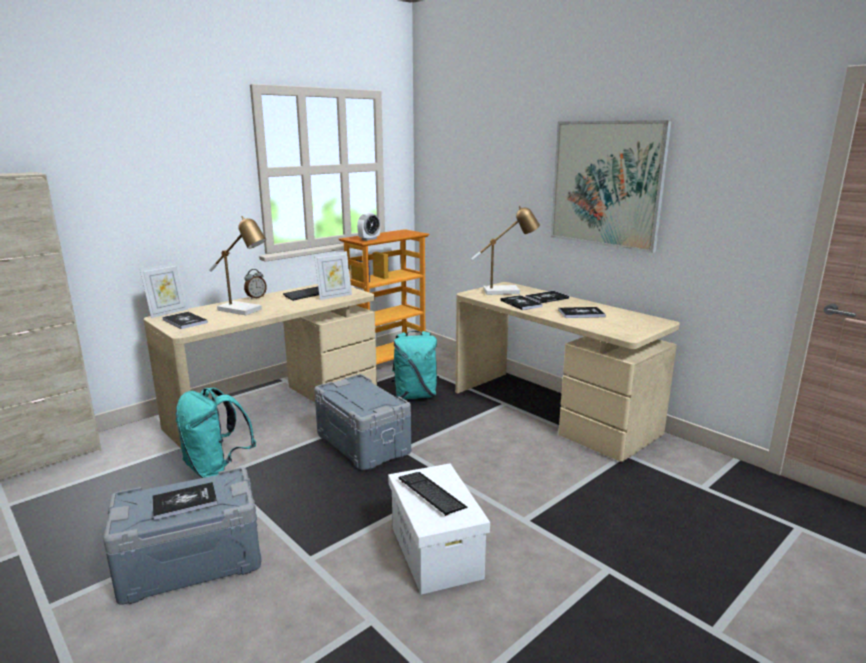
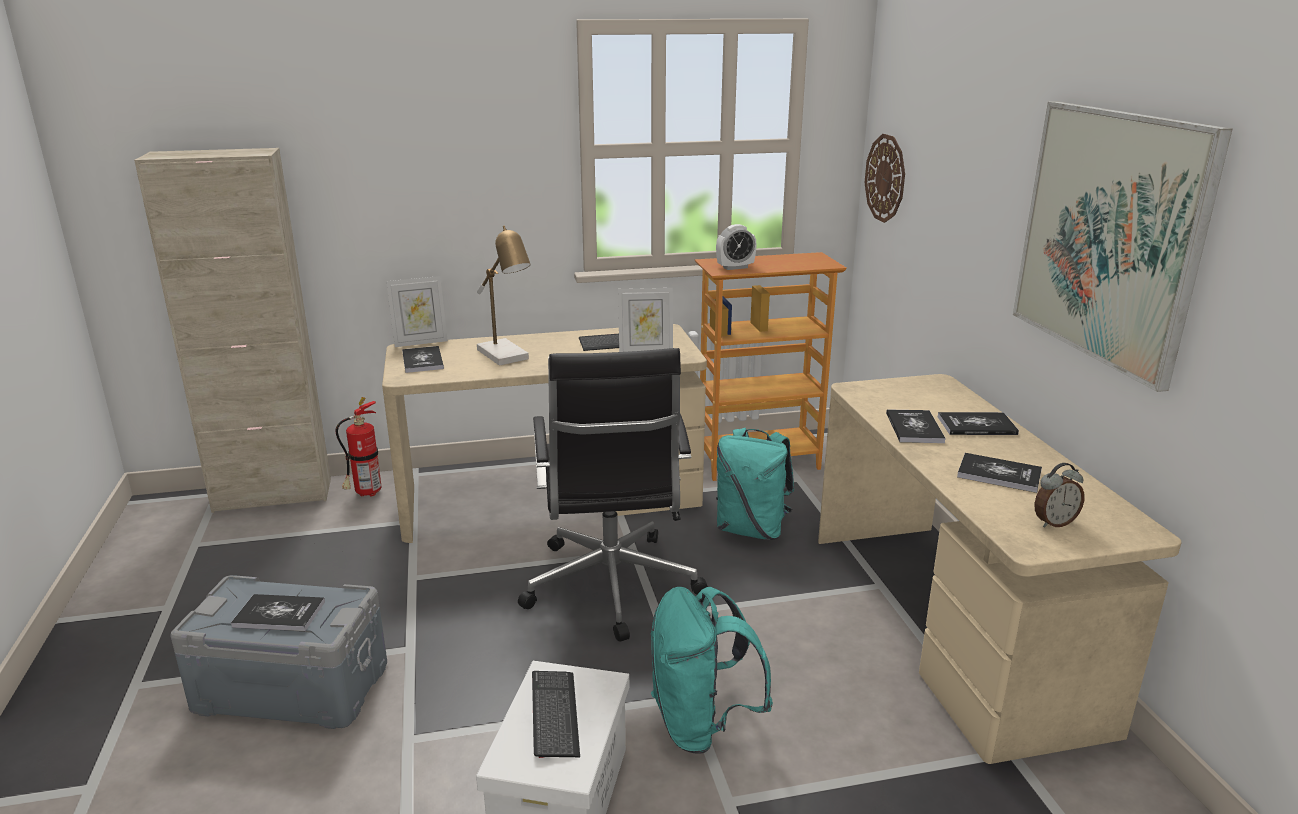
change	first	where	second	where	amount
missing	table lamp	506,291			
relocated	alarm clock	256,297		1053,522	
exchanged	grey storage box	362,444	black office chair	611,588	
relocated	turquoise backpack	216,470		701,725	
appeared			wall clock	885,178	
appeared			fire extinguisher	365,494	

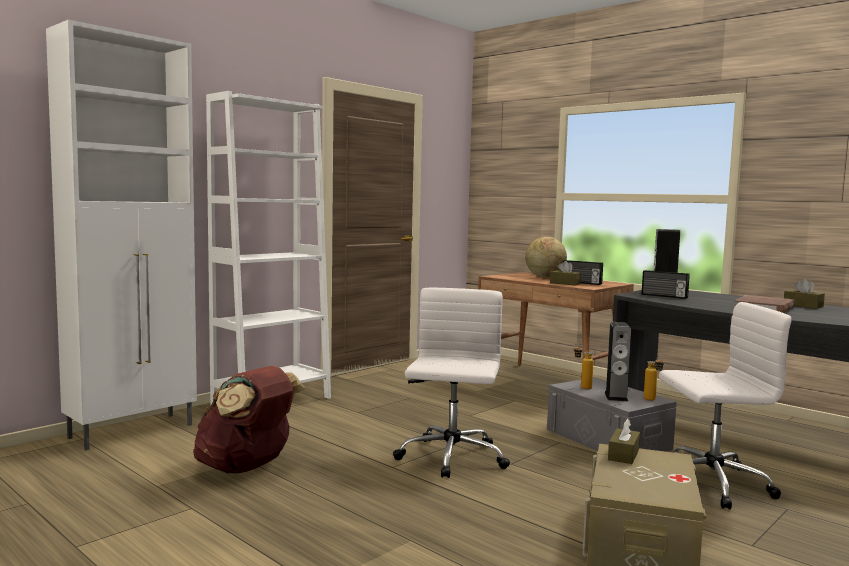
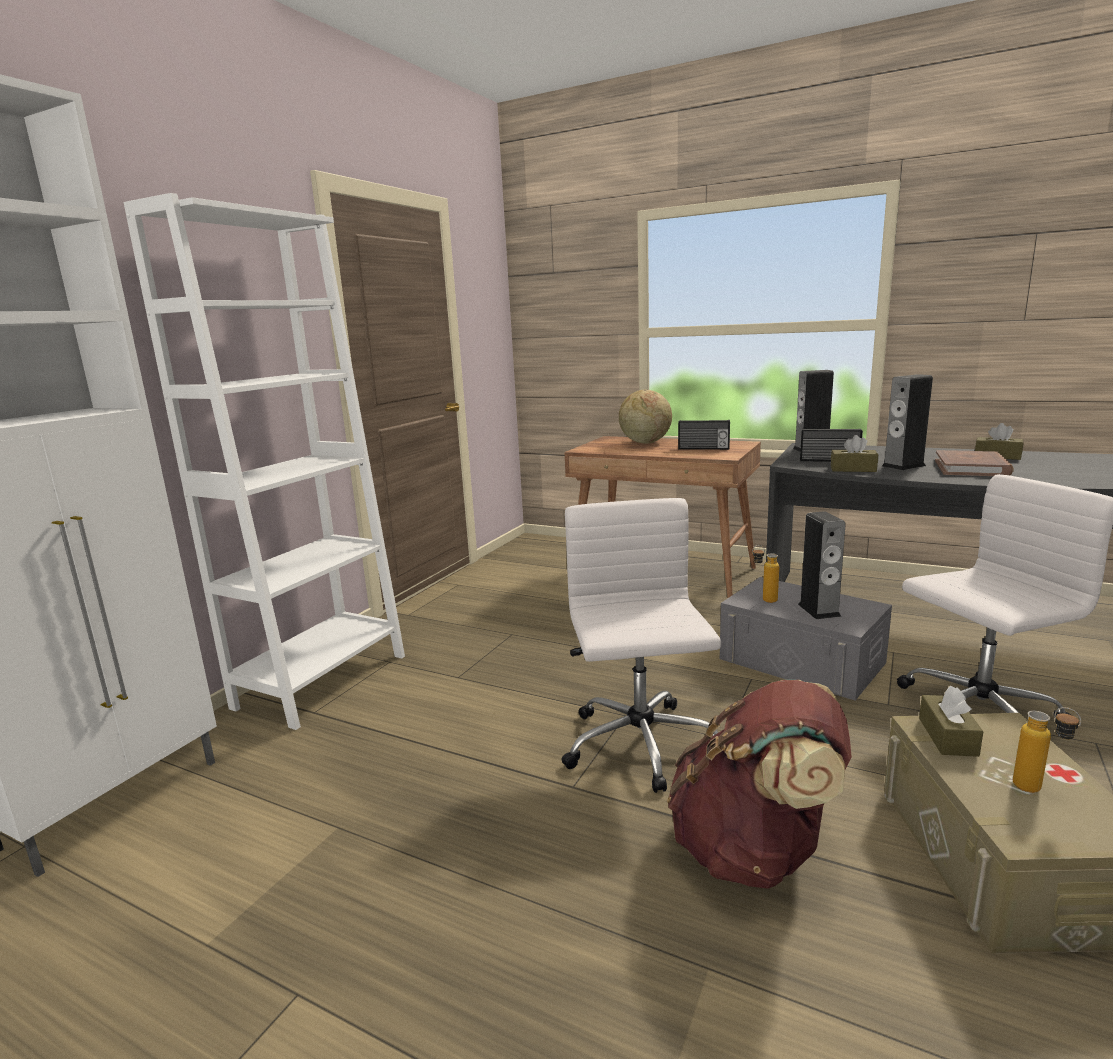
change	first	where	second	where	amount
relocated	brown tissue box	565,283		853,469	
relocated	bottle	652,400		1038,791	
relocated	brown backpack	247,467		755,850	
appeared			speaker	903,466	

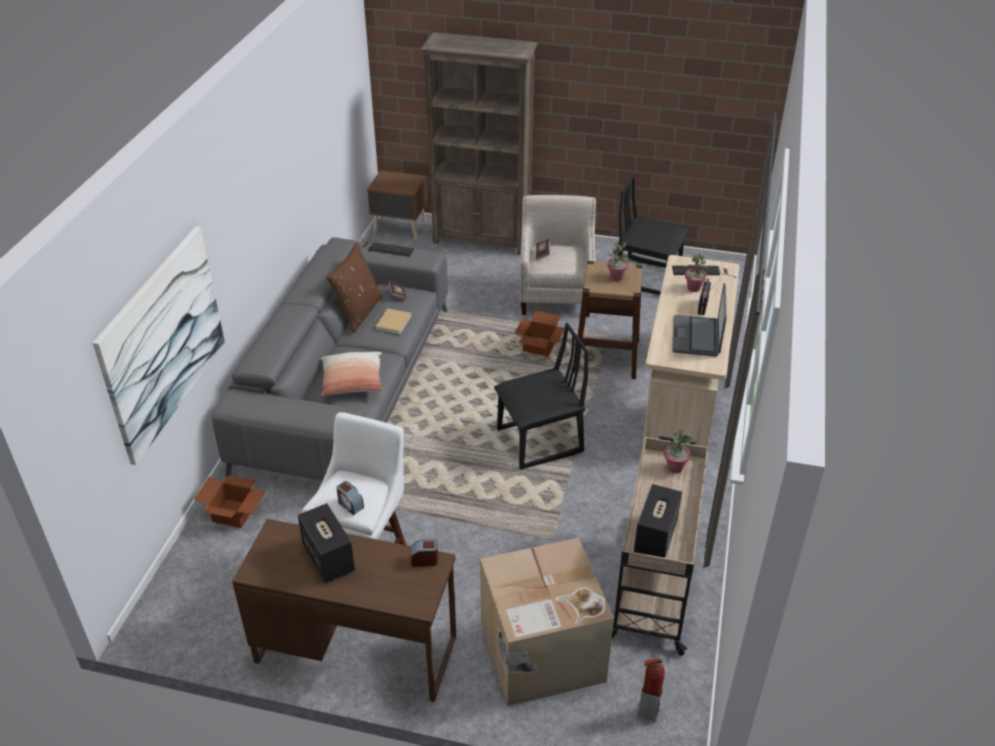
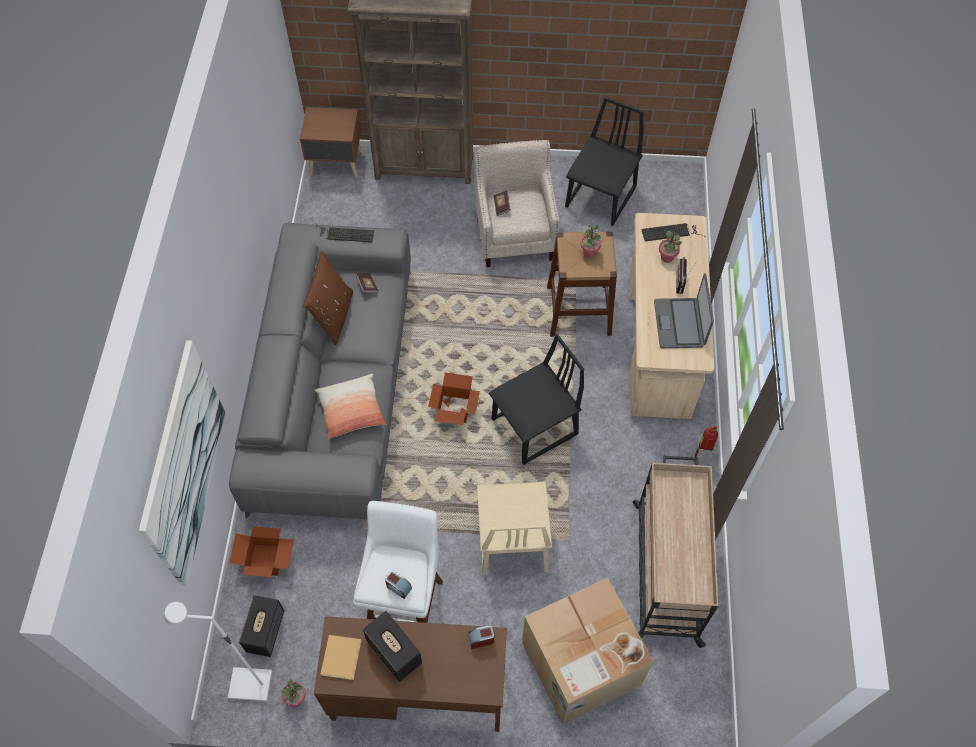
change	first	where	second	where	amount
spun	black chair	647,277		601,197	105 degrees clockwise
relocated	beige book	394,322		341,656	
relocated	cardboard box	538,347		453,410	
relocated	potted plant	675,467		296,697	
relocated	speaker	655,536		265,631	
relocated	fire extinguisher	648,711		700,457	
appeared			beige chair	511,541	
appeared			white floor lamp	250,686	

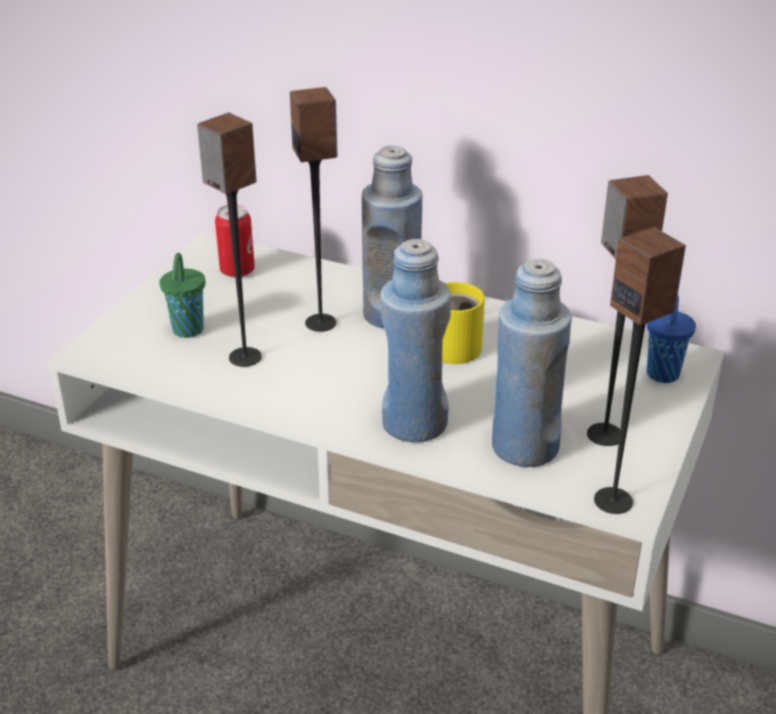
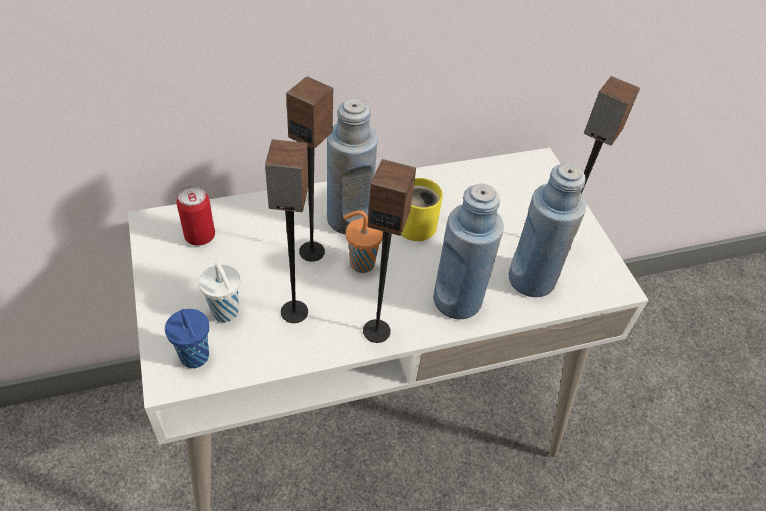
change	first	where	second	where	amount
relocated	speaker	614,500		377,330	
colour	green cup	187,331	white cup	226,313	
relocated	blue cup	662,375		195,358	
appeared			orange cup	360,263	

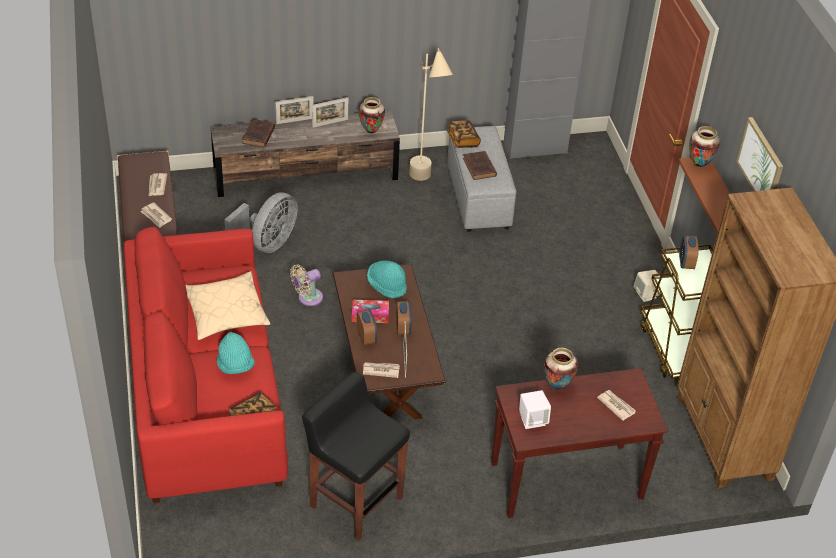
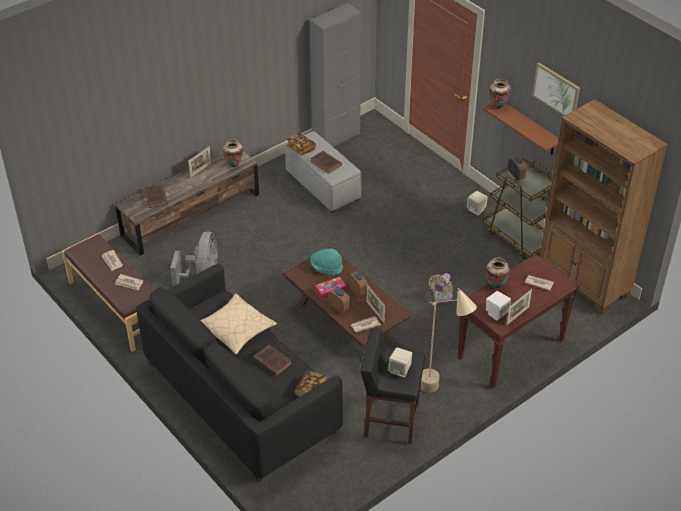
change	first	where	second	where	amount
relocated	beige floor lamp	425,185		441,394	
relocated	picture frame	295,121		517,316	
colour	red sofa	206,398	black sofa	240,397	
relocated	beige fan	308,298		442,297	
exchanged	turquoise hat	235,365	brown book	271,361	
appeared			beige speaker	400,370	

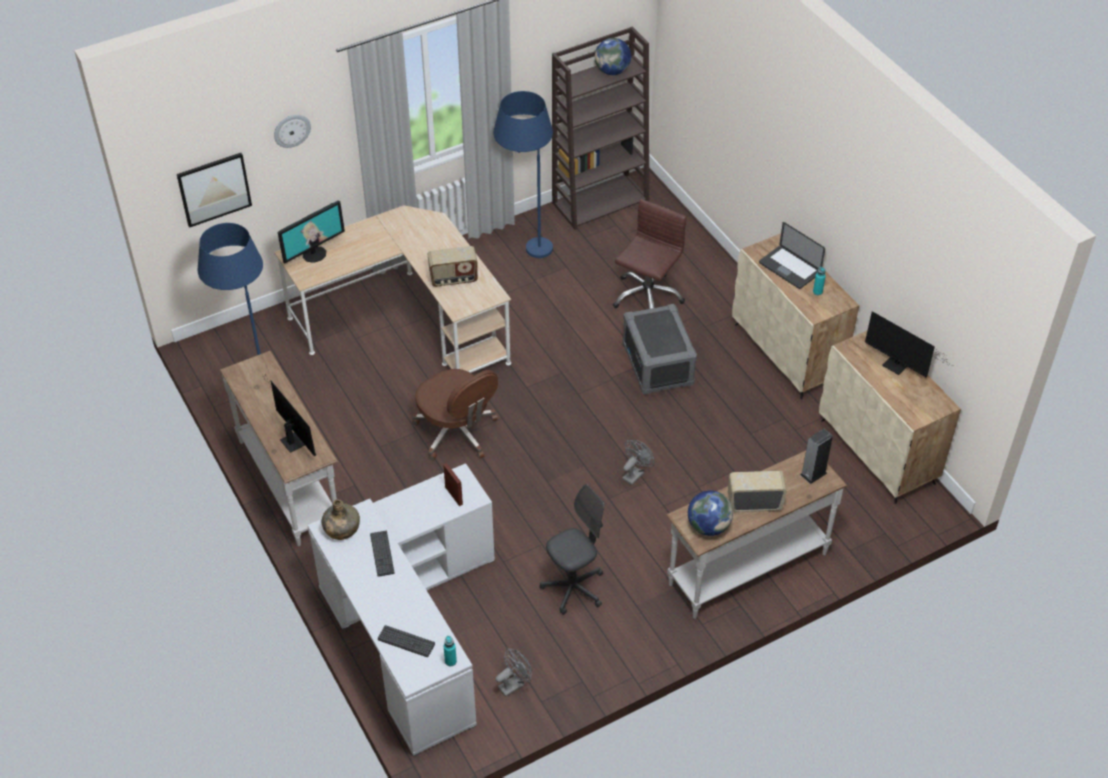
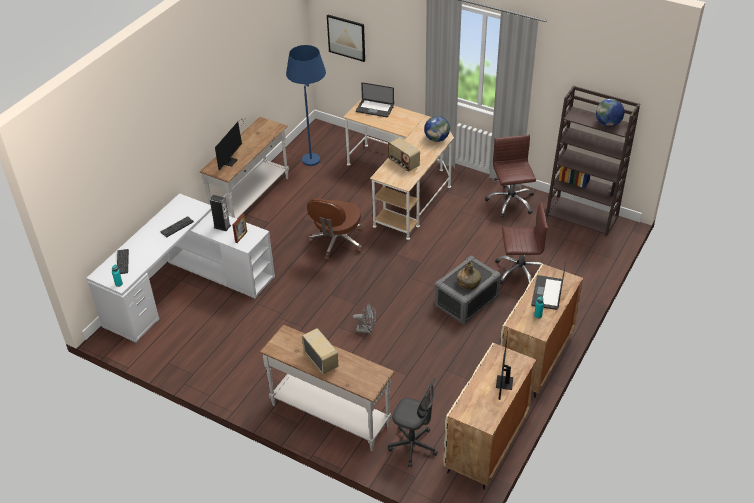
change	first	where	second	where	amount
exchanged	blue floor lamp	525,244	brown office chair	510,202	
missing	wall clock	291,130			
exchanged	monitor	314,254	laptop	374,109	
relocated	speaker	813,474		222,226	
relocated	grey office chair	573,588		413,446	
relocated	globe	708,526		436,139	
relocated	green bottle	341,529		468,283	
missing	grey fan	514,684			

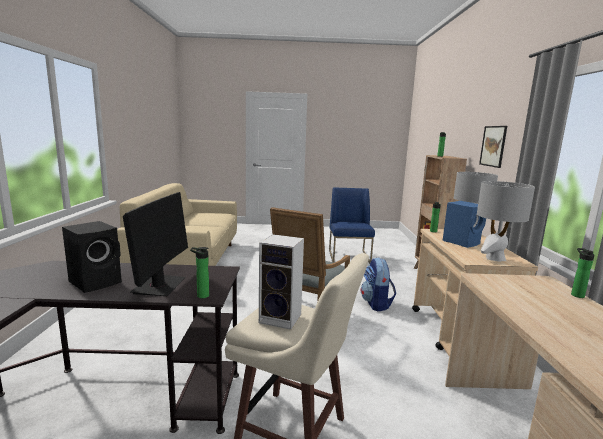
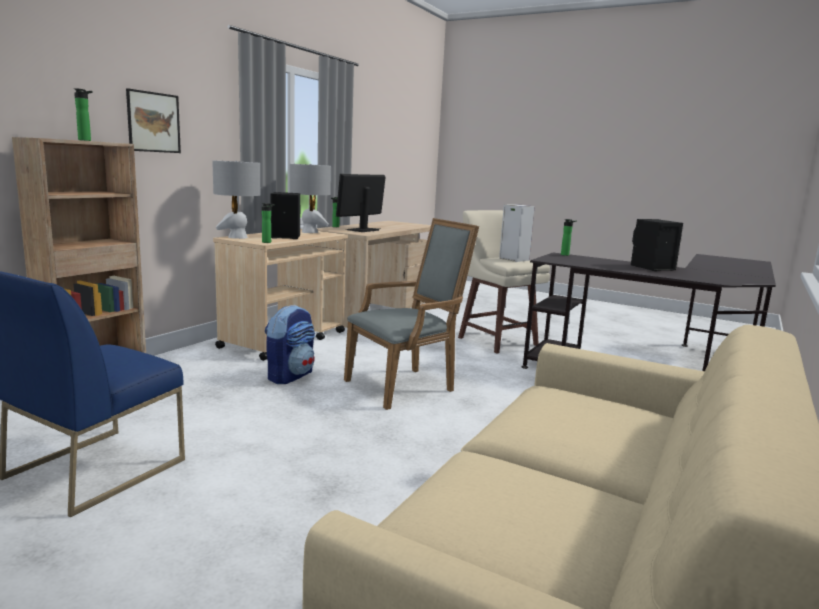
change	first	where	second	where	amount
relocated	monitor	159,286		362,230	
colour	blue speaker	462,242	black speaker	284,236	

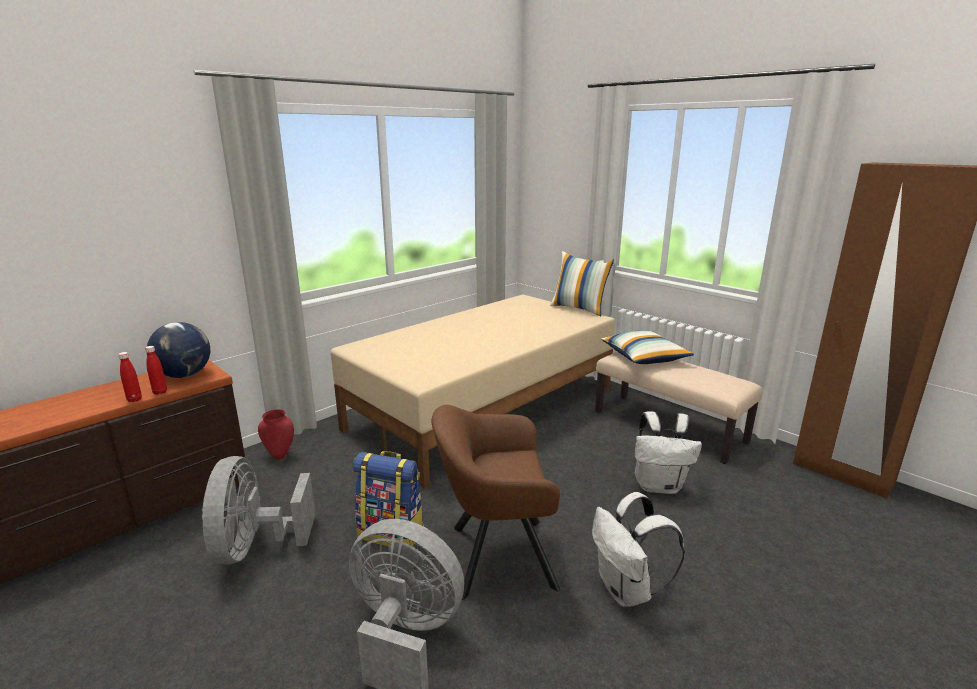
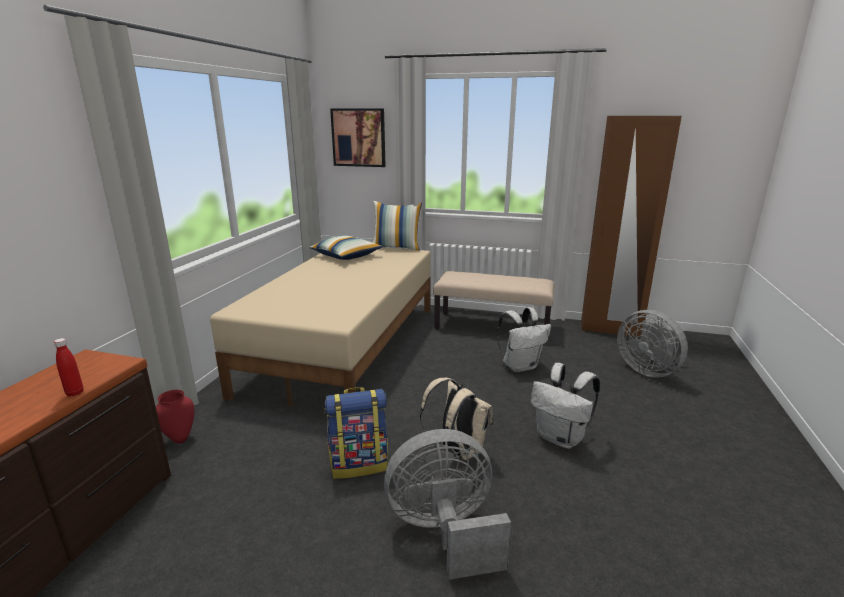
change	first	where	second	where	amount
missing	globe	185,375			
relocated	pillow	644,358		346,256	
missing	red bottle	134,399			
exchanged	brown armchair	495,556	beige backpack	457,450	
relocated	grey fan	255,546		647,370	
appeared			picture	358,137	

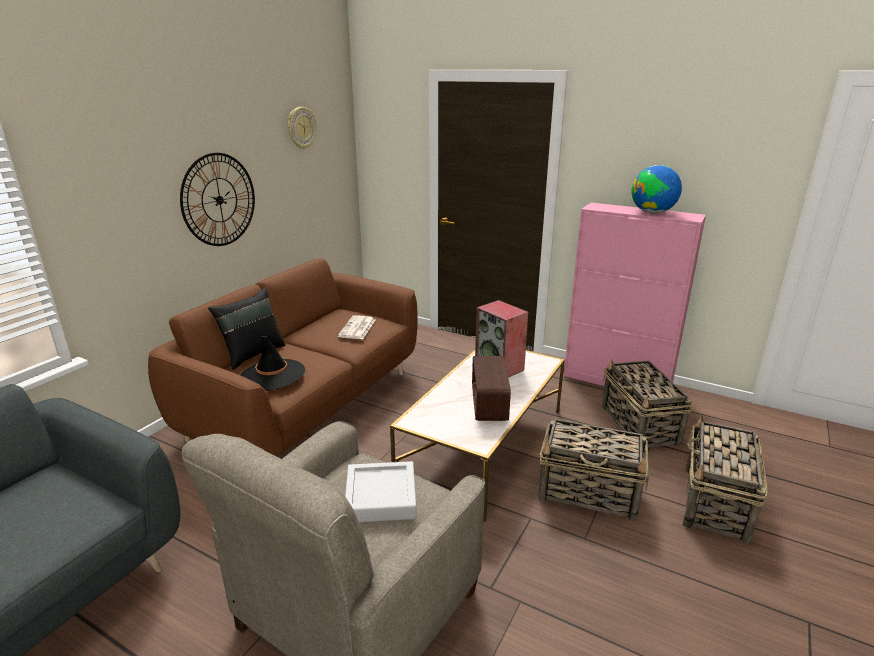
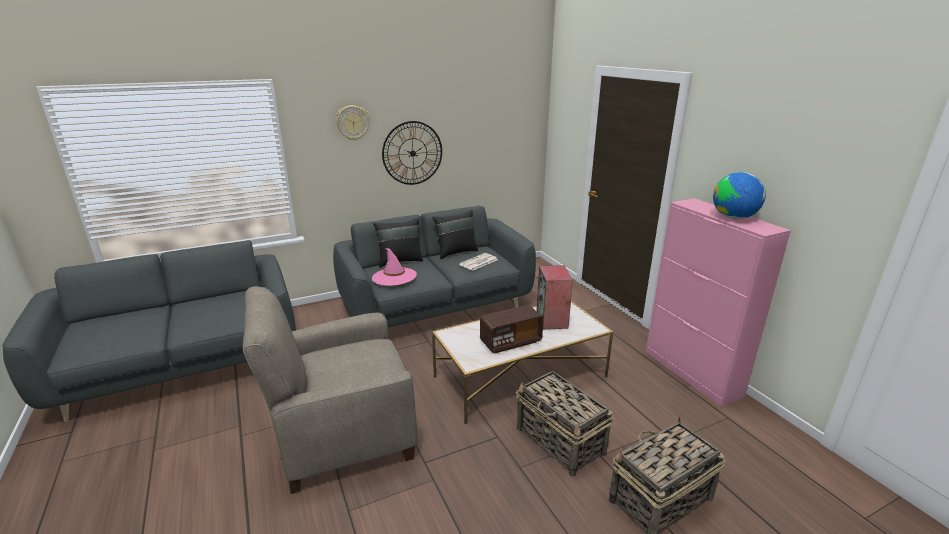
change	first	where	second	where	amount
relocated	wall clock	301,128		352,122	
colour	brown sofa	306,405	grey sofa	435,308	
colour	black hat	272,375	pink hat	394,277	
spun	radio	489,404		510,342	150 degrees counterclockwise
missing	basket	639,426			
missing	grey tray	381,497			
appeared			black pillow	456,252	

